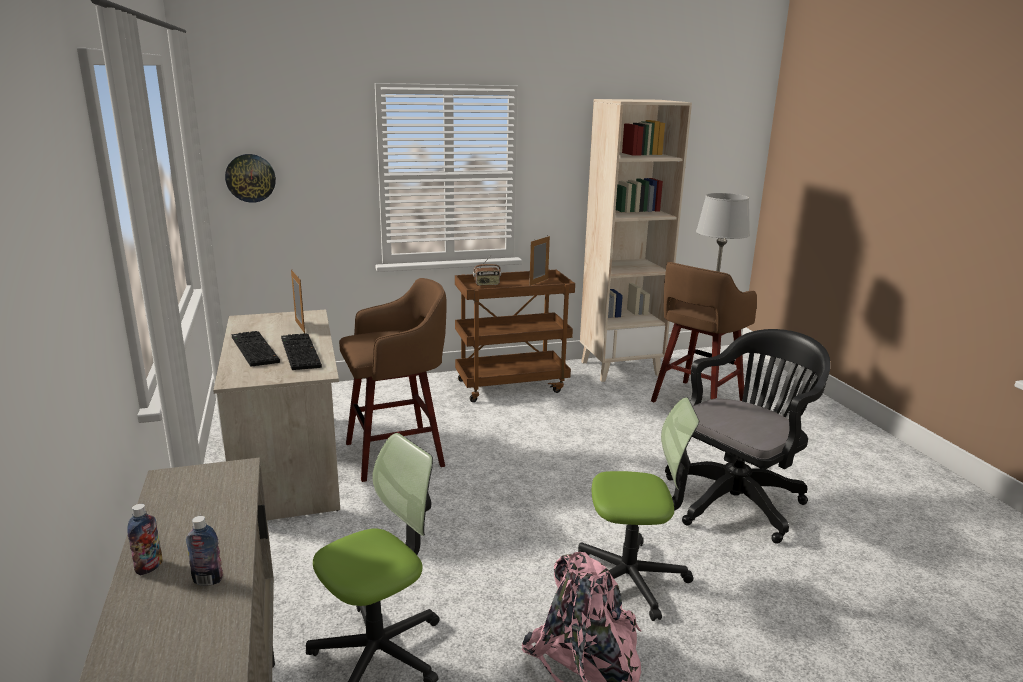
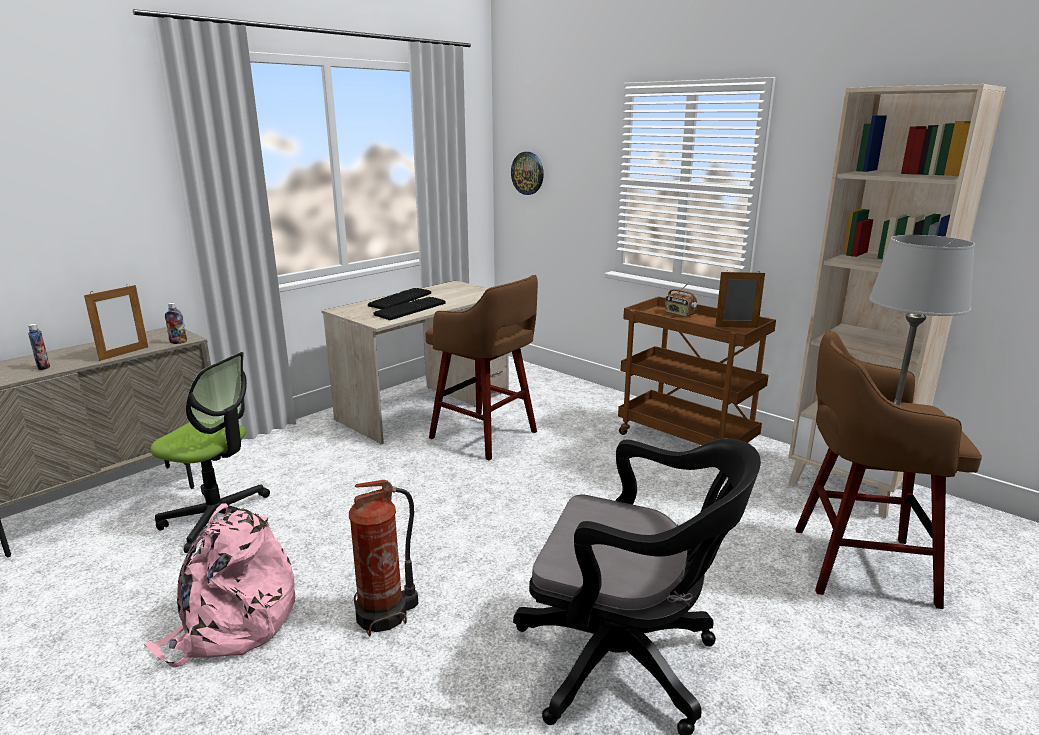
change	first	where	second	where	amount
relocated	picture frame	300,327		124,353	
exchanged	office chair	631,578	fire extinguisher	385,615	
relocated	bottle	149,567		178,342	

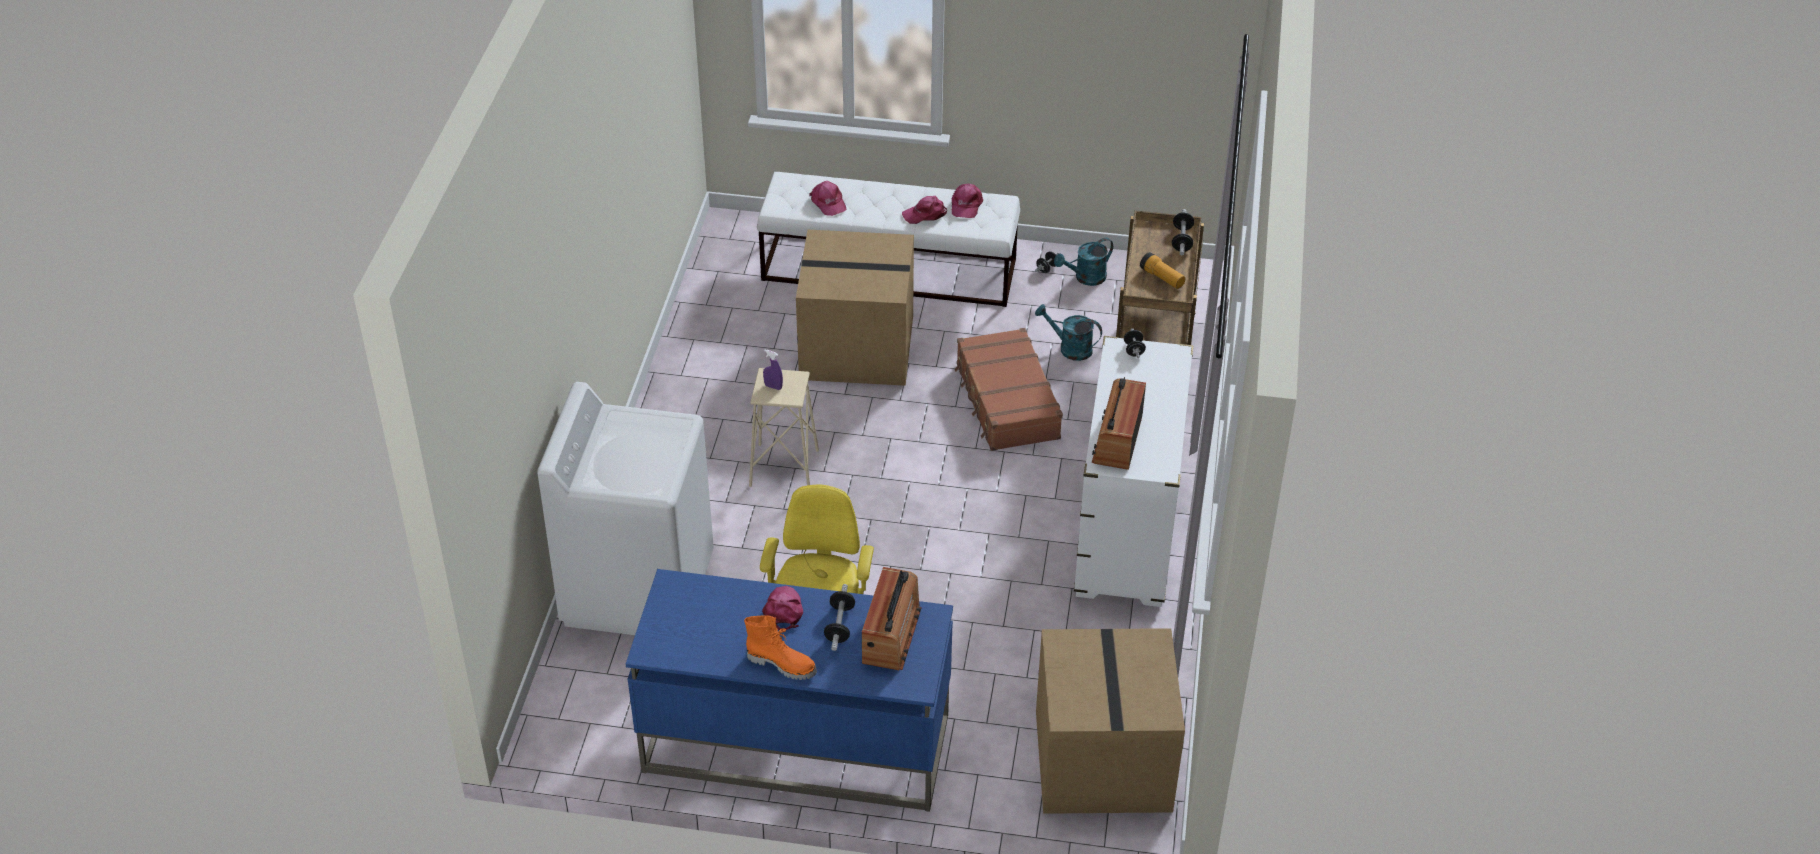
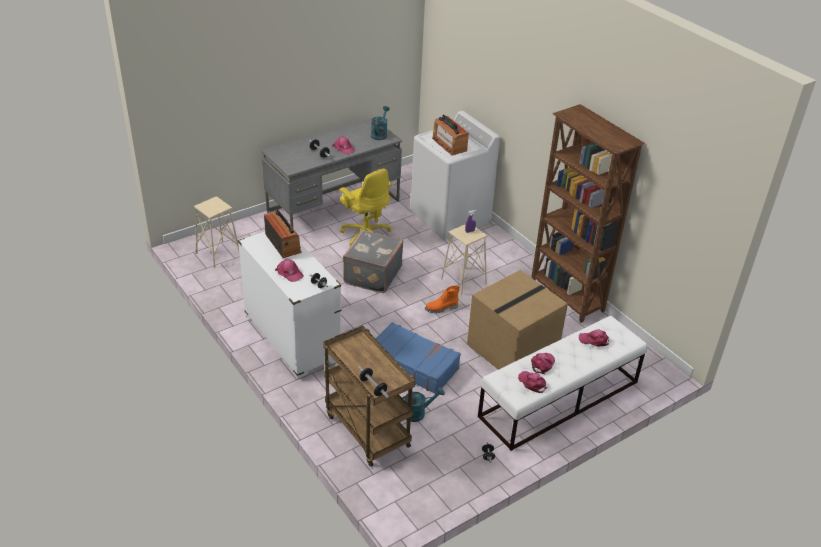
change	first	where	second	where	amount
relocated	turquoise watering can	1085,278		379,134	
missing	flashlight	1162,278			
colour	brown suitcase	1006,402	blue suitcase	413,364	
relocated	radio	891,635		449,144	
colour	blue desk	795,744	grey desk	334,206	
relocated	orange boot	782,664		441,308	
exchanged	cardboard box	1105,762	beige stool	218,254	
appeared			brown bookcase	566,297	
appeared			grey suitcase	371,275	
appeared			pink cap	289,273	

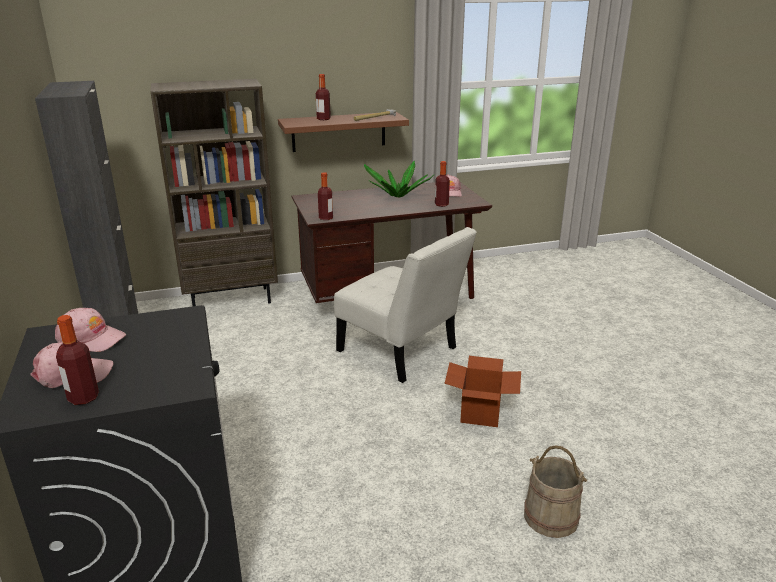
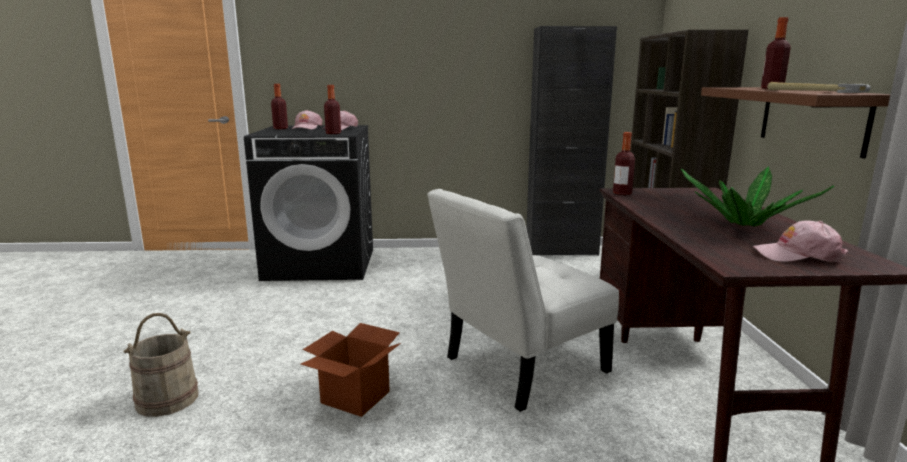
change	first	where	second	where	amount
relocated	bottle	441,204		333,133	

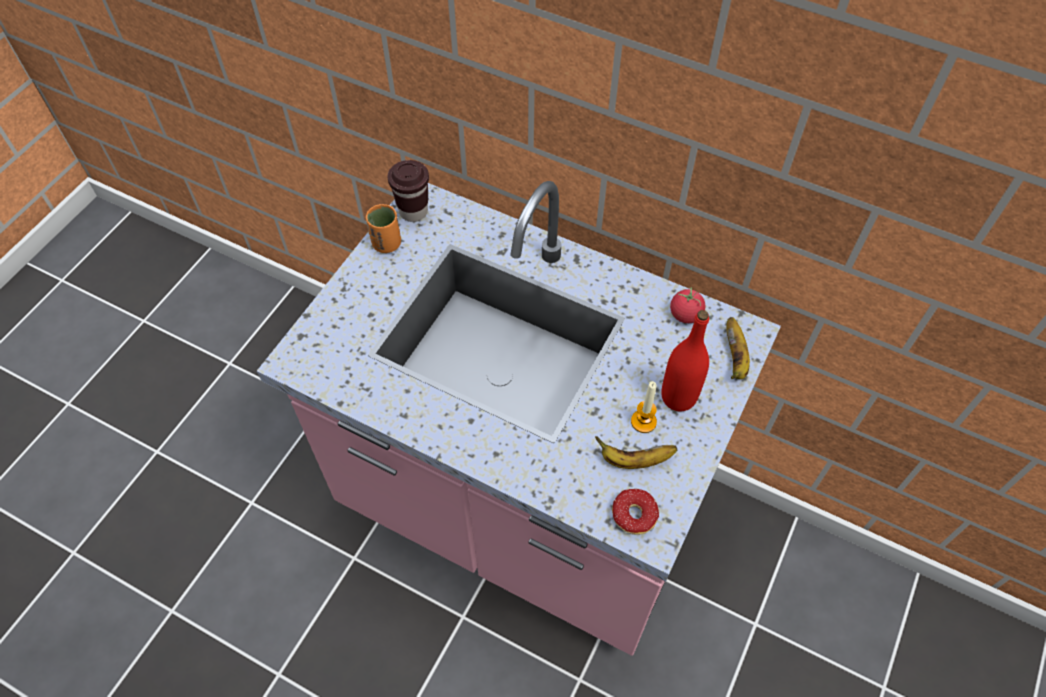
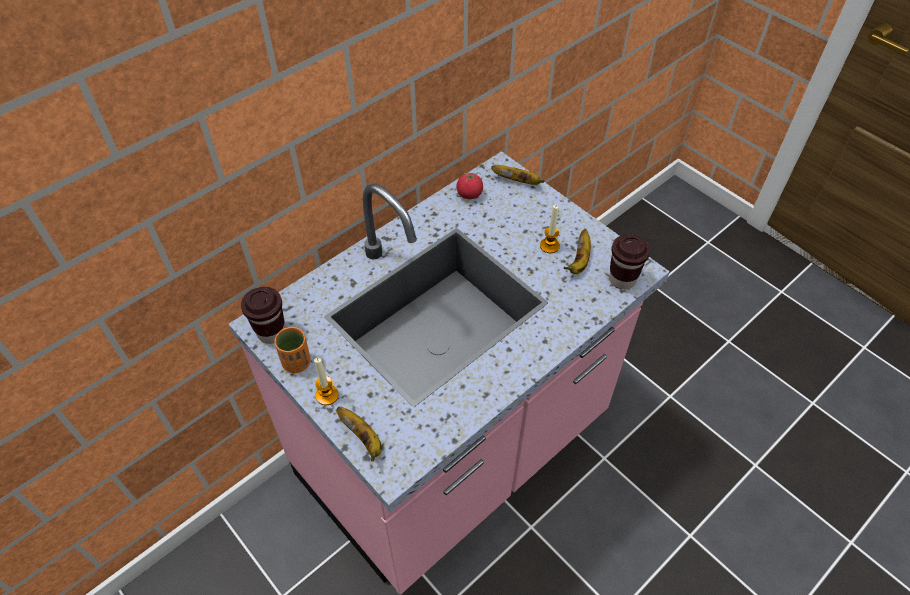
change	first	where	second	where	amount
missing	red bottle	678,397			
exchanged	donut	626,517	brown cup	622,280	
appeared			candle	327,395	
appeared			banana	363,438	

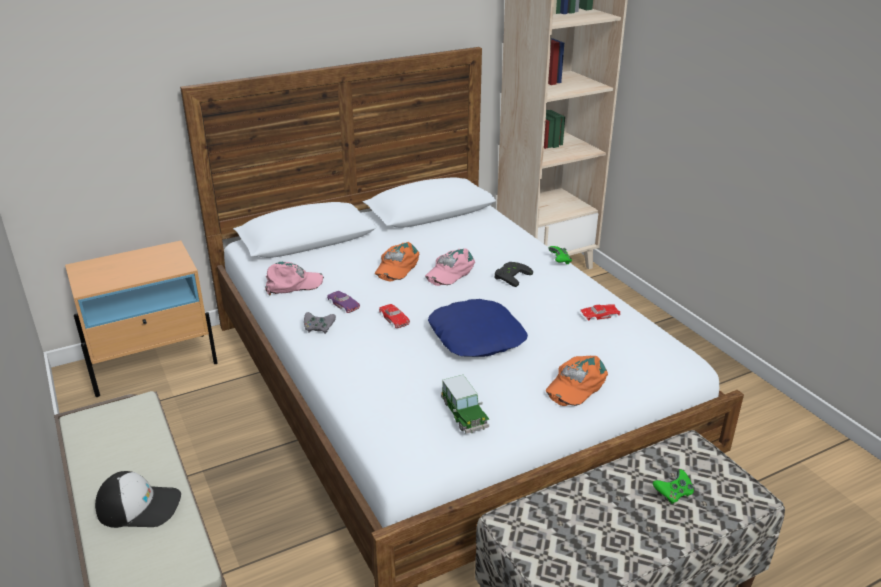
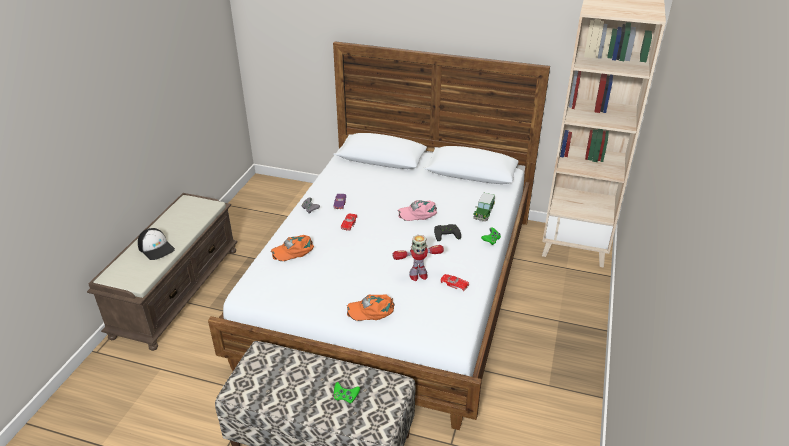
change	first	where	second	where	amount
missing	beige nightstand	153,364			
relocated	orange cap	396,266		293,250	
missing	pink cap	293,284			
missing	blue pillow	477,337			
relocated	toy car	464,414		483,213	
appeared			toy robot	418,275	

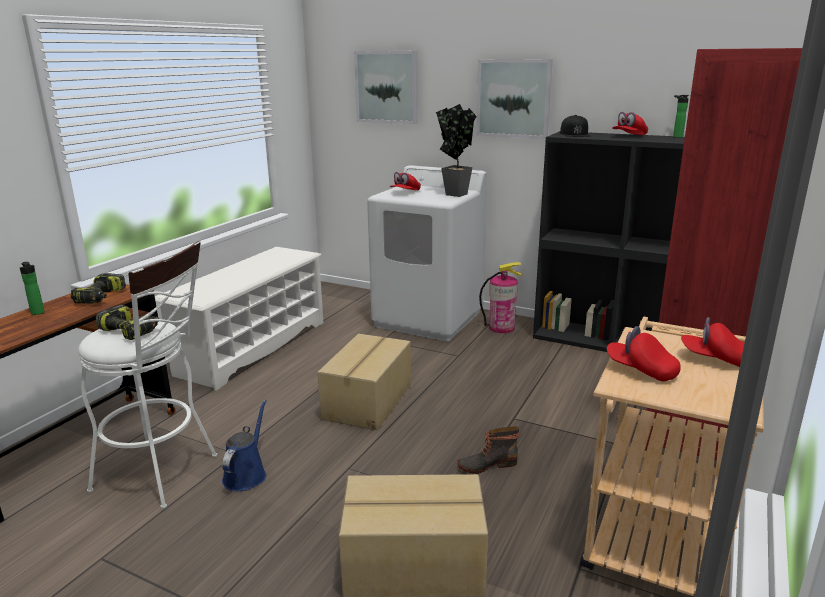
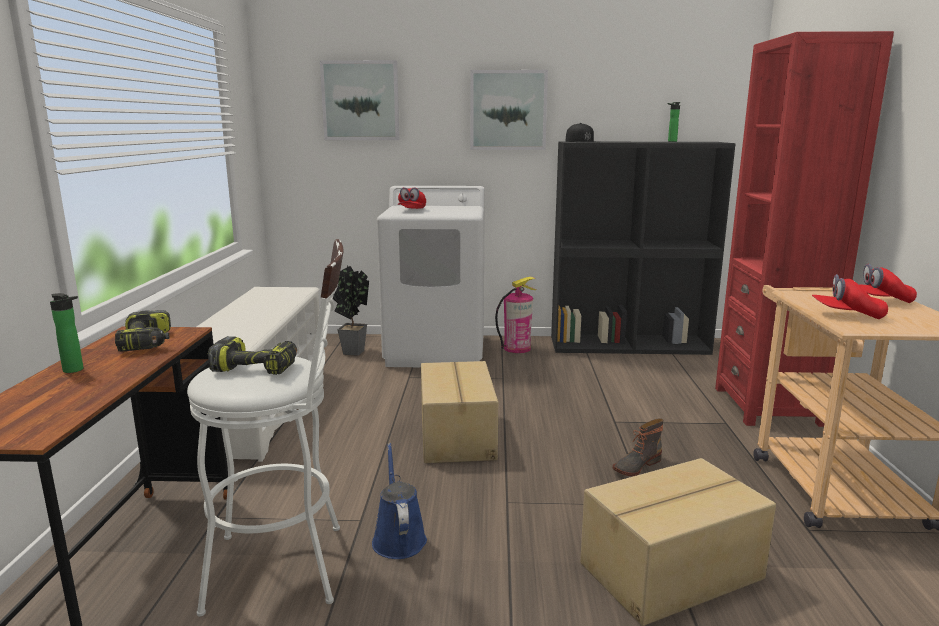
change	first	where	second	where	amount
relocated	potted plant	454,193		351,351	
missing	red cap	629,136			

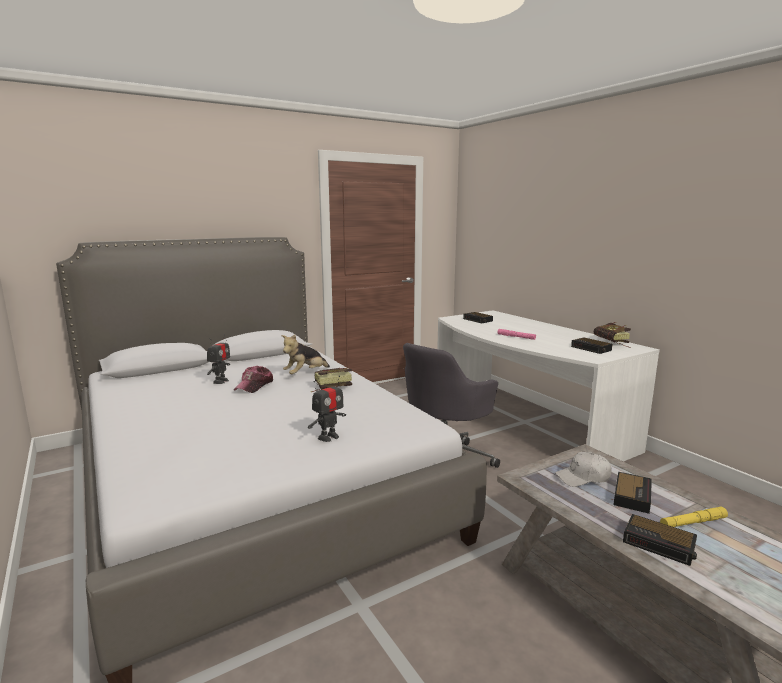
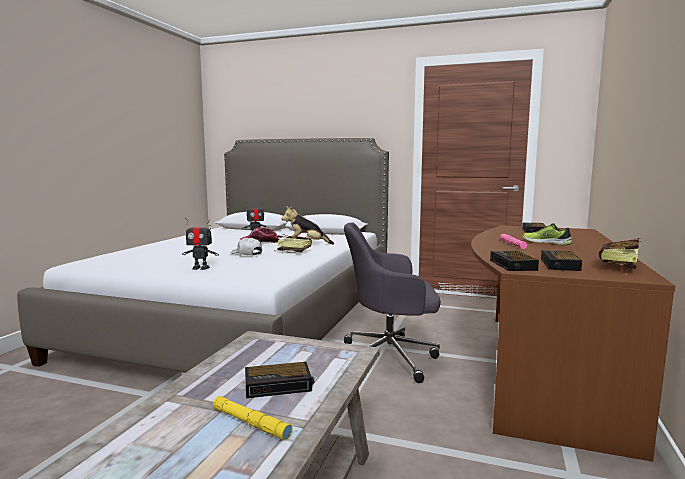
change	first	where	second	where	amount
colour	white desk	523,423	brown desk	540,368	
relocated	white cap	583,477		246,254	
relocated	alarm clock	660,544		513,265	
appeared			shoe	546,242	

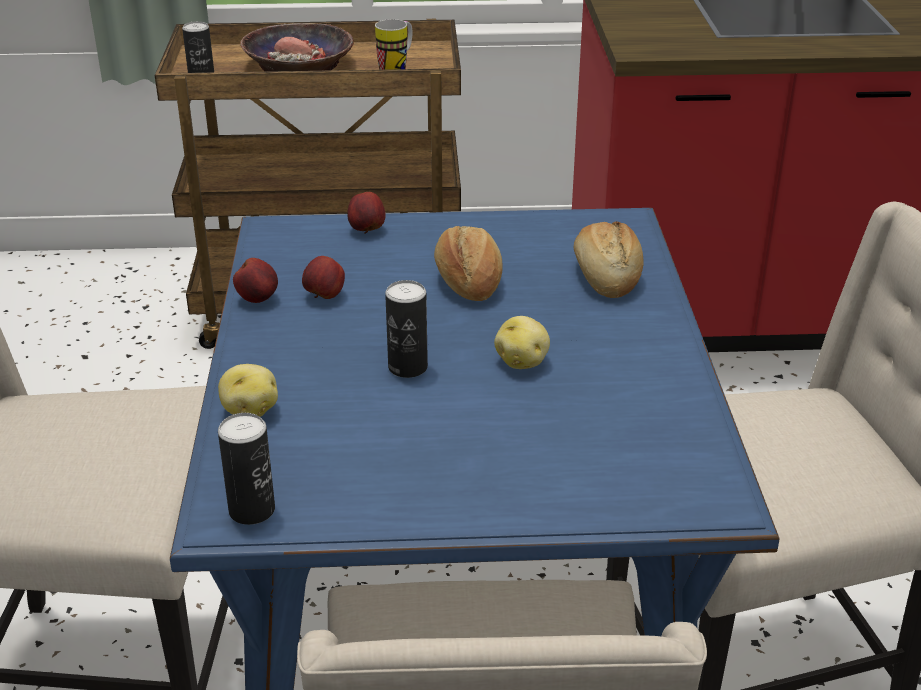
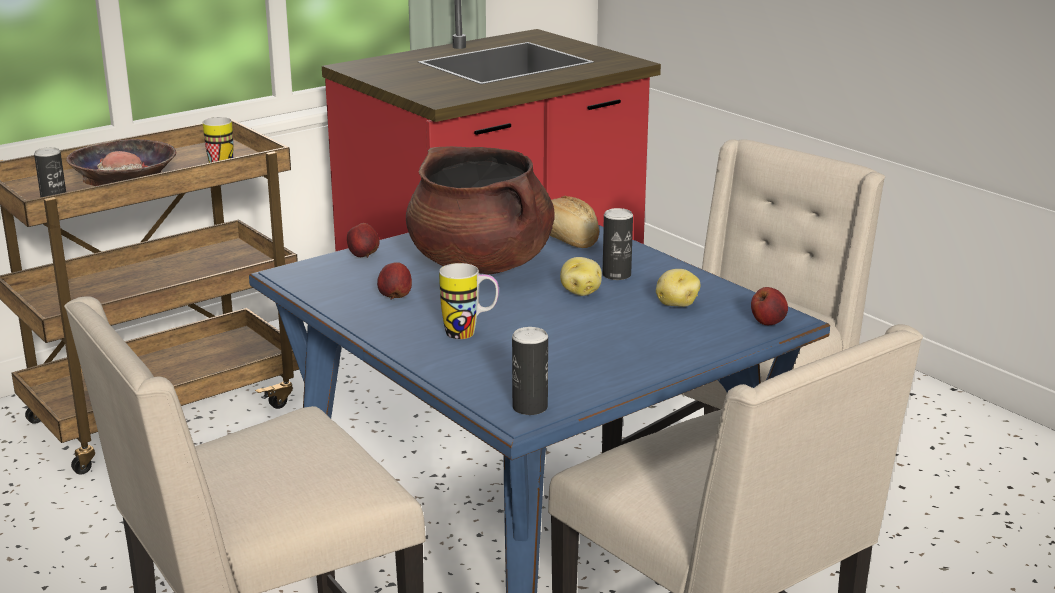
change	first	where	second	where	amount
exchanged	bread	468,282	brown cooking pot	481,264	
relocated	apple	258,299		767,323	
relocated	can	407,367		616,275	
relocated	potato	250,410		676,304	
appeared			mug	470,334	

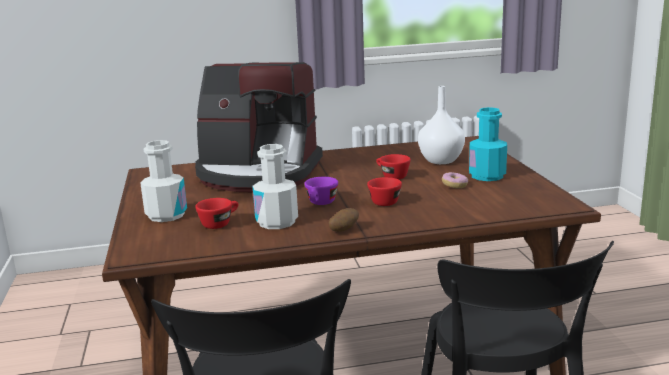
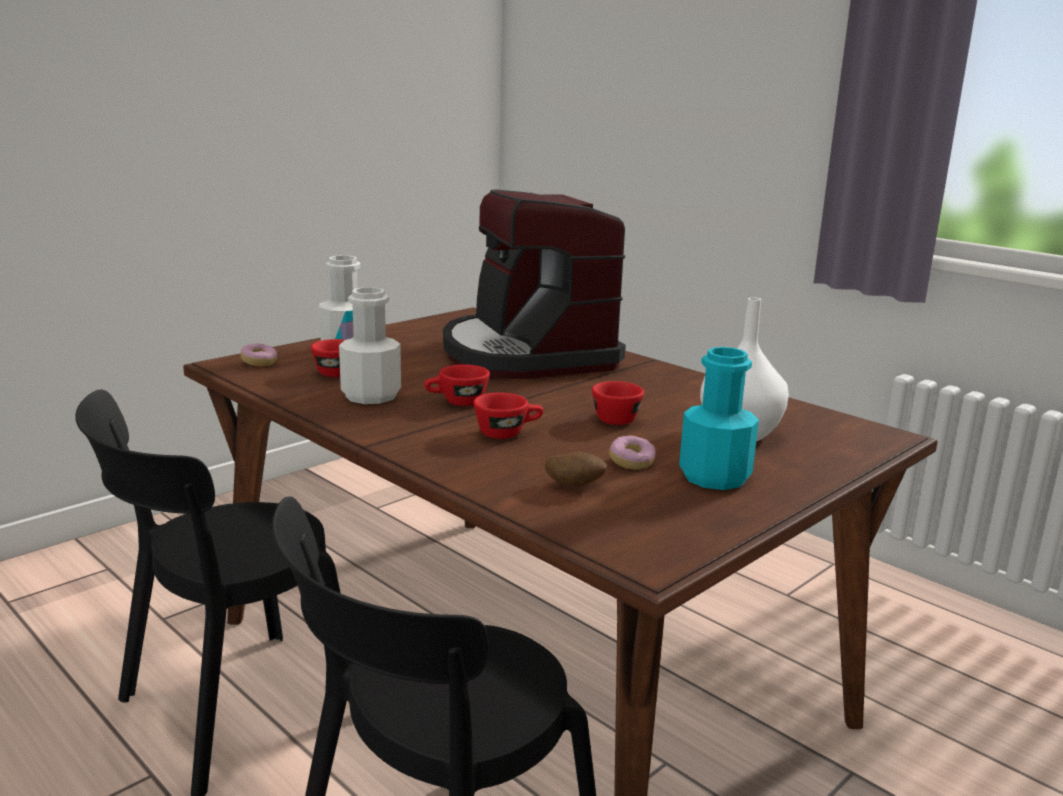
change	first	where	second	where	amount
colour	purple cup	321,204	red cup	457,402	
relocated	potato	344,230		575,485	
appeared			donut	259,363	

